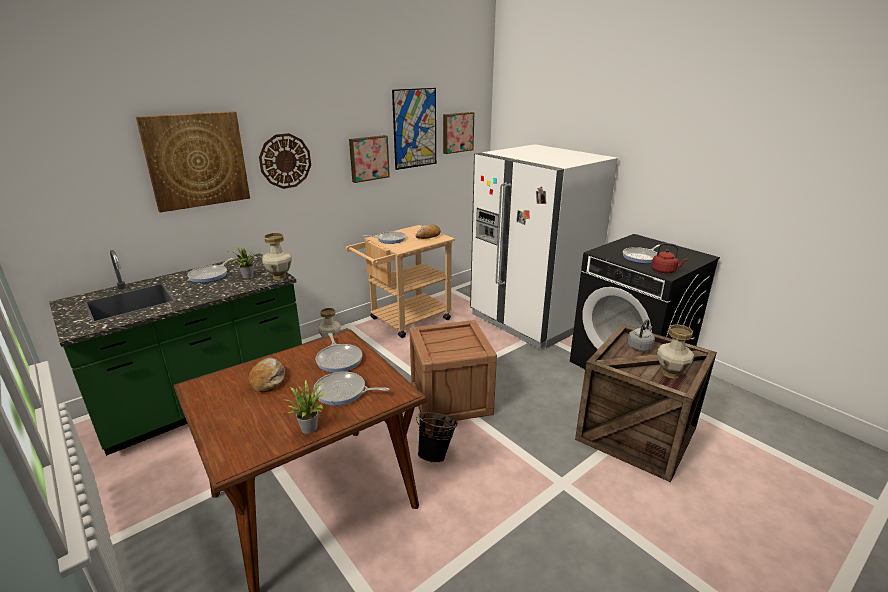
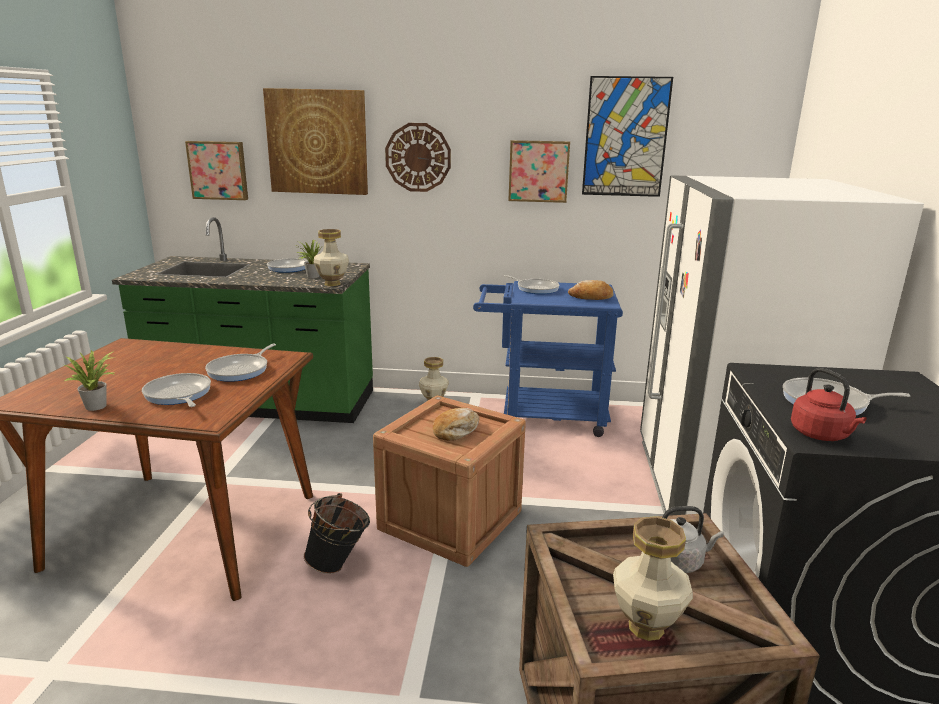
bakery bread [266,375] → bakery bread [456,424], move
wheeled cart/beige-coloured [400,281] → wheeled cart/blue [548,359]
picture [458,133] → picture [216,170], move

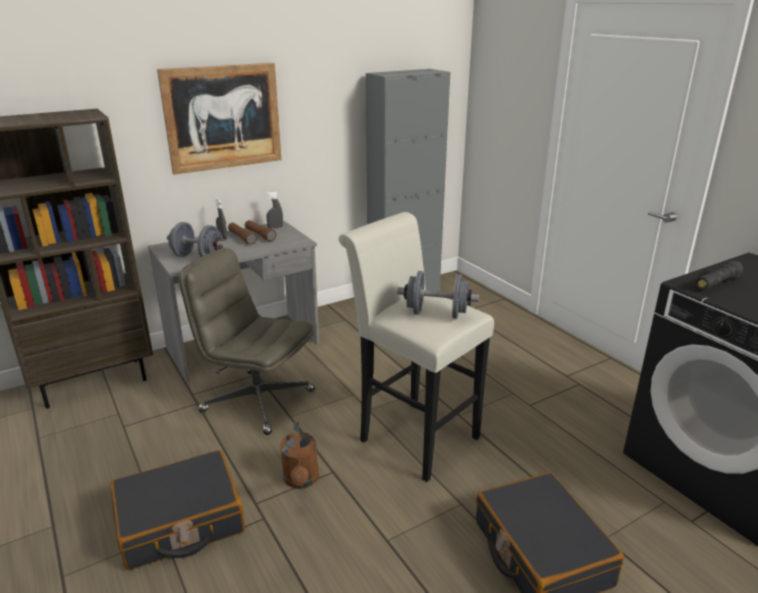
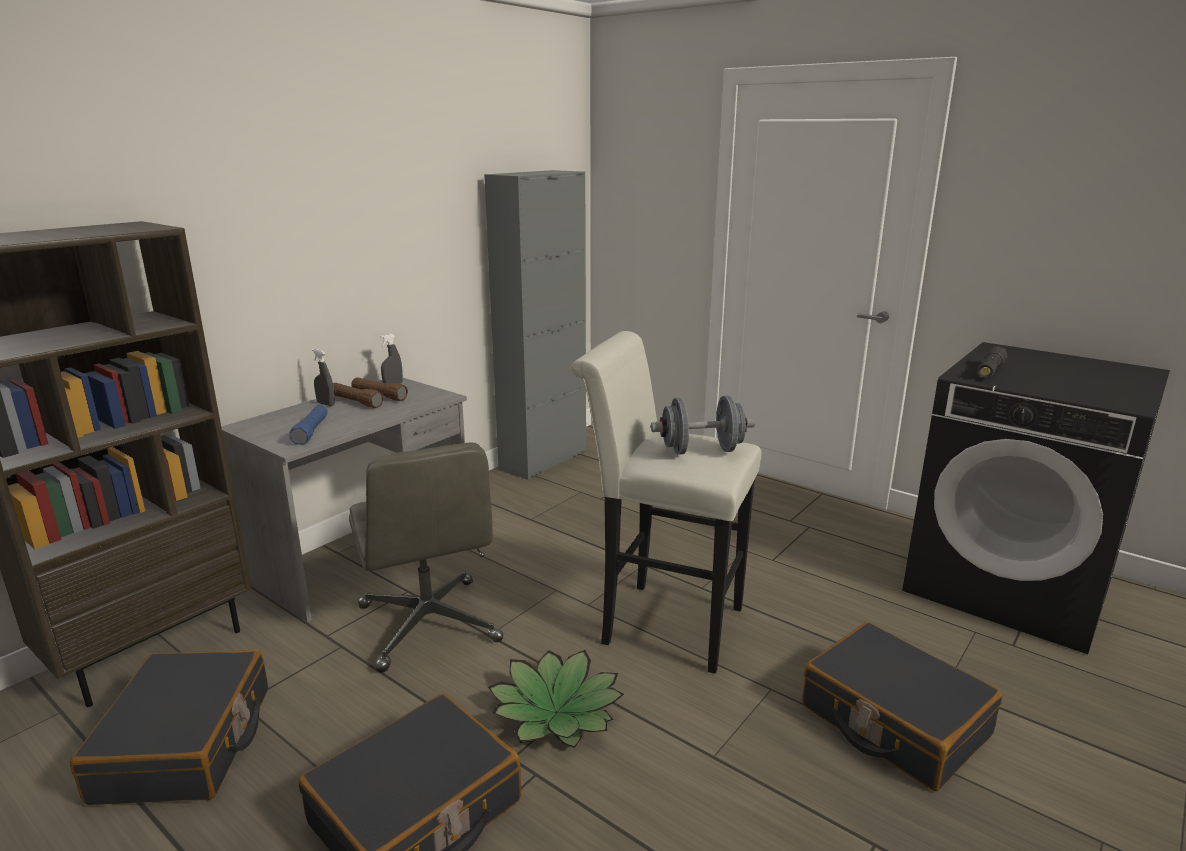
picture [219,119] → -
dumbbell/grey [196,239] → hand torch/blue [308,425]
computer chair/grey [247,341] → computer chair/grey [426,557], 120 degrees counterclockwise
sprinkling can/brown [299,455] → houseplant [556,699]
- → piece of luggage/blackish [169,727]

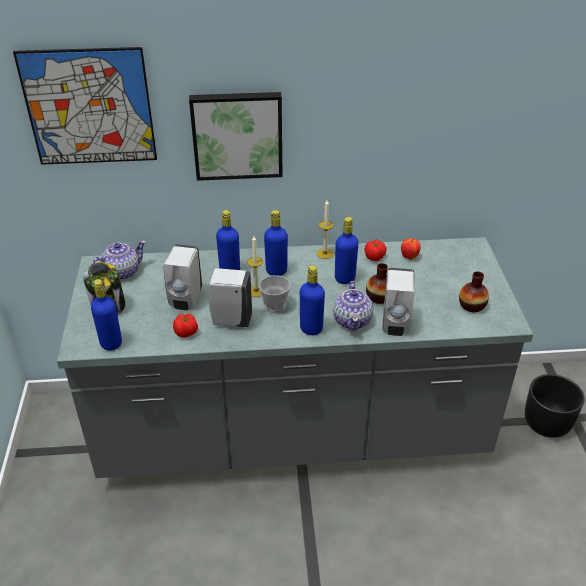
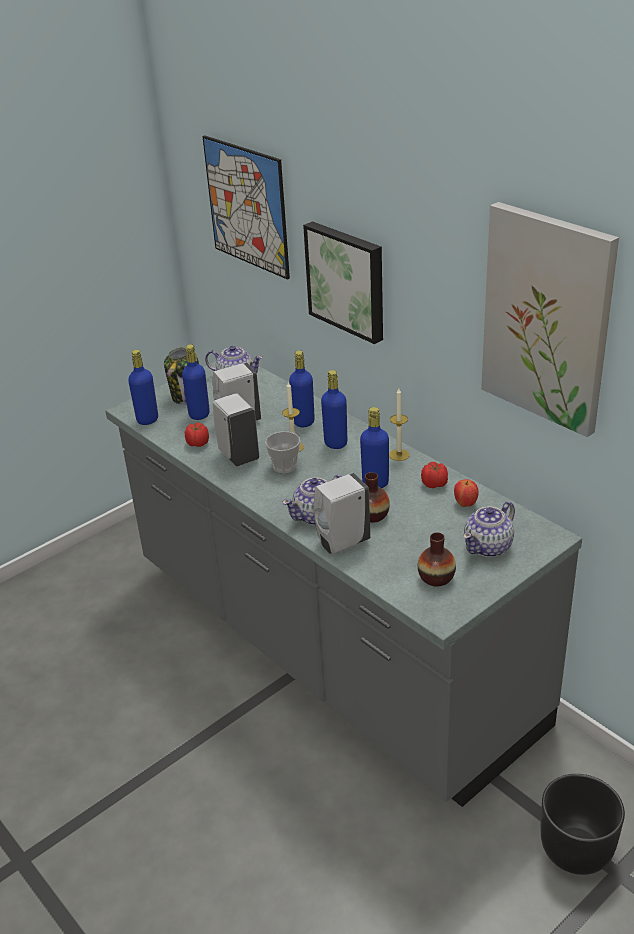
drink bottle/blue [312,300] → drink bottle/blue [196,382], move
- → pot for tea [489,529]
- → picture [550,319]

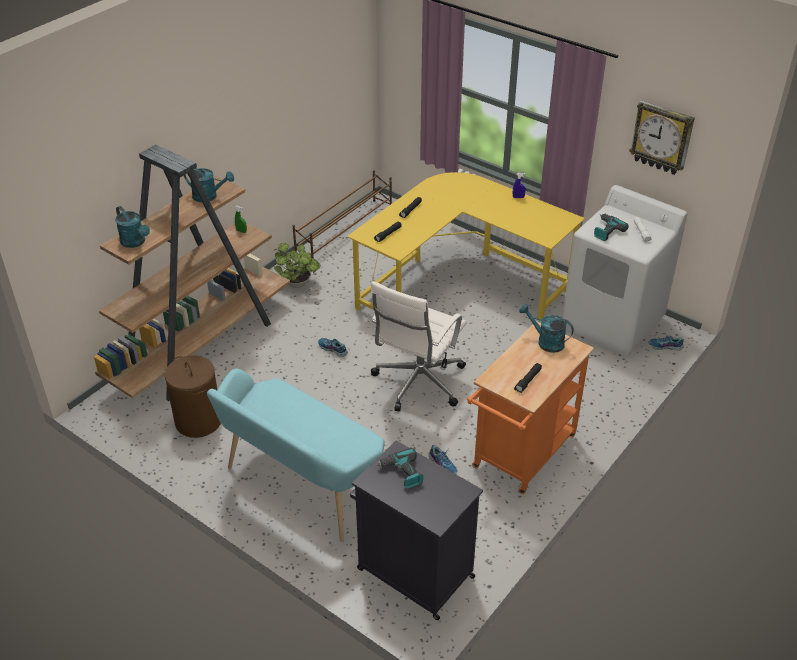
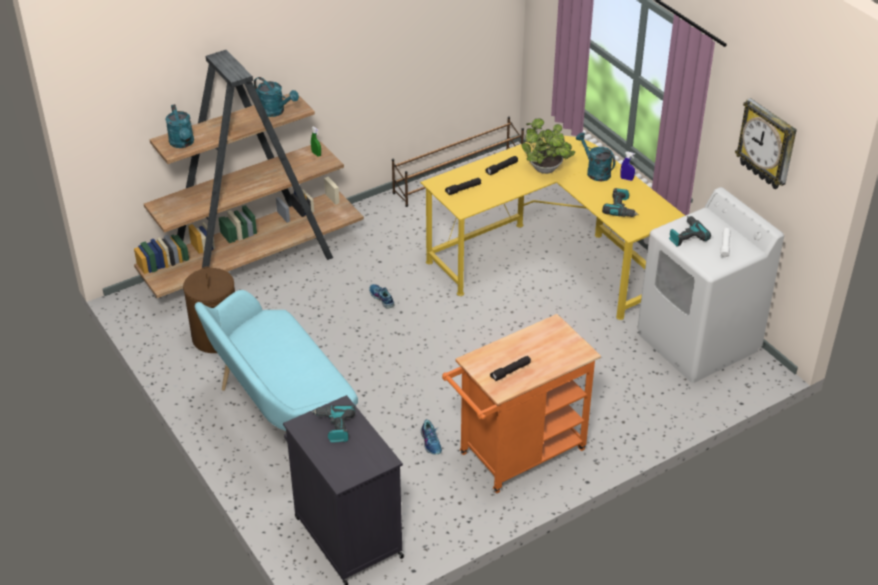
houseplant [297,265] → houseplant [548,146], move
computer chair/white [419,346] → -
sprinkling can/turquoise-coloured [546,328] → sprinkling can/turquoise-coloured [596,157], move
item of footwear [666,343] → -
- → drill [620,202]

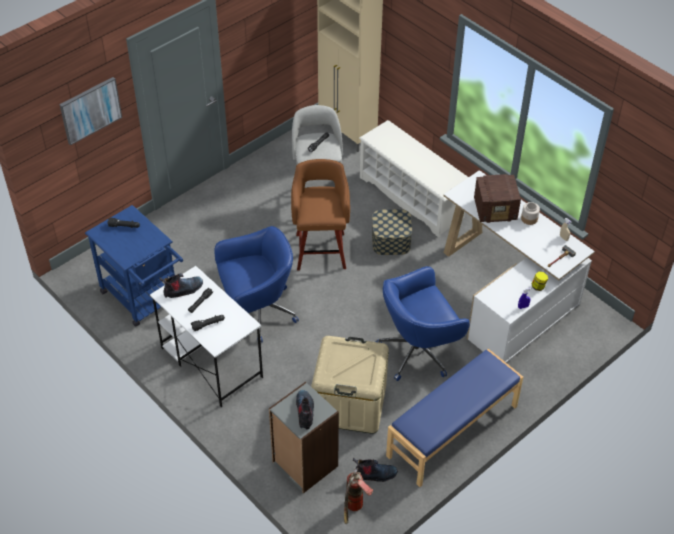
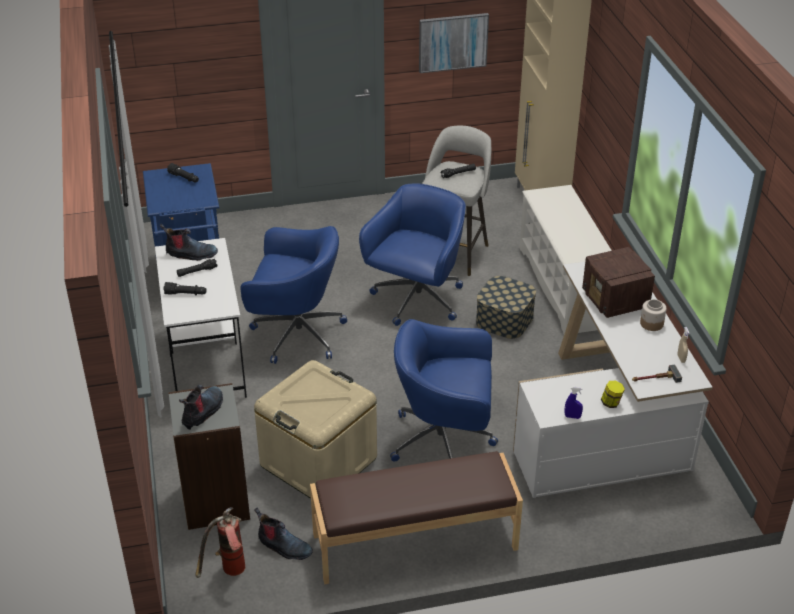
picture [91,111] → picture [454,43], move
sitting stool/brown [320,215] → computer chair/blue [412,254]
indoor bench/blue [454,418] → indoor bench/brown [416,517]
radio receiver [497,198] → radio receiver [618,282], 45 degrees clockwise

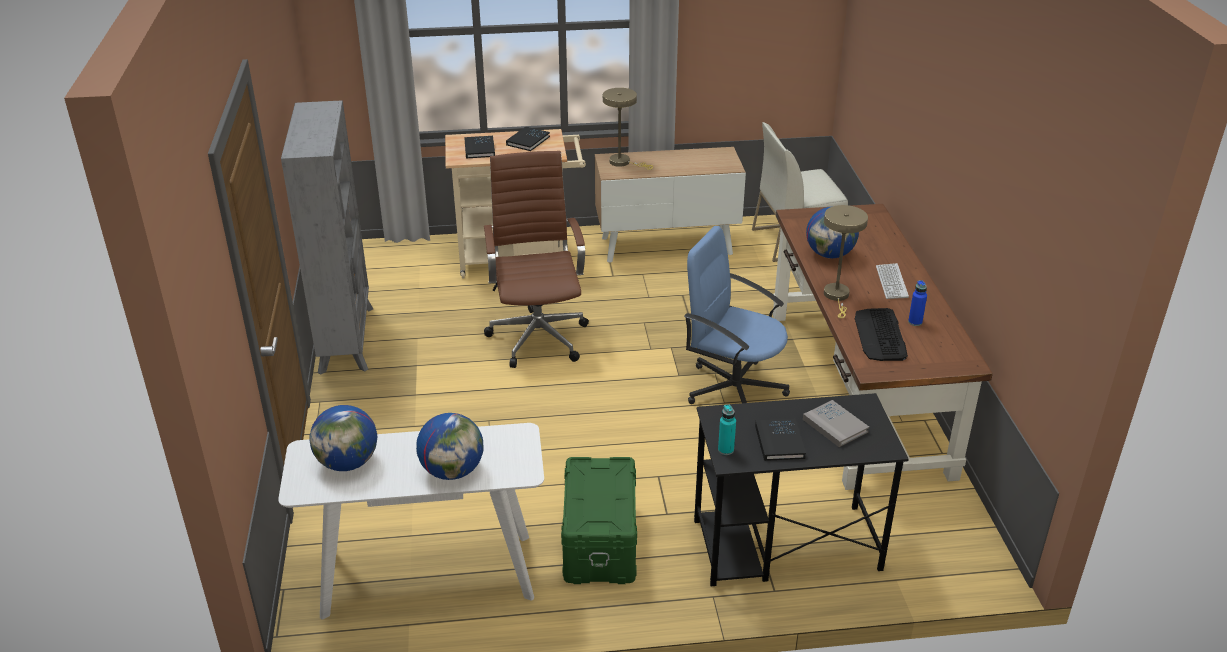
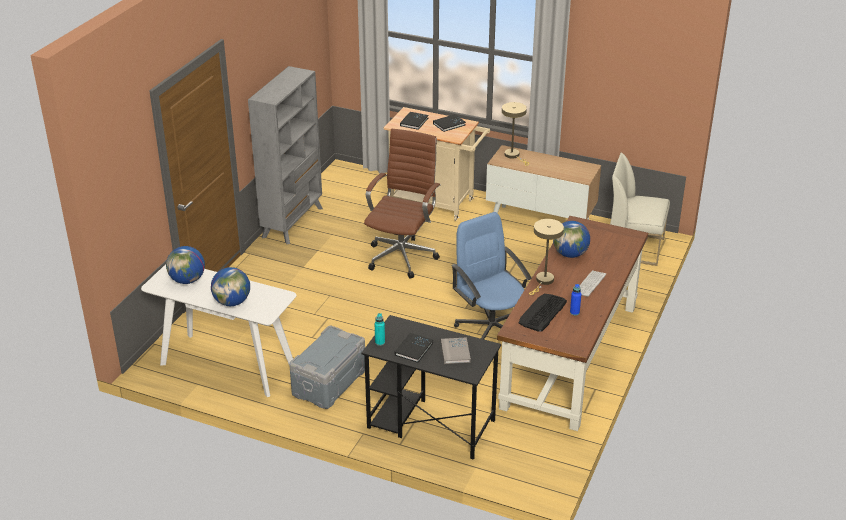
storage container/green [599,520] → storage container/grey [327,367]

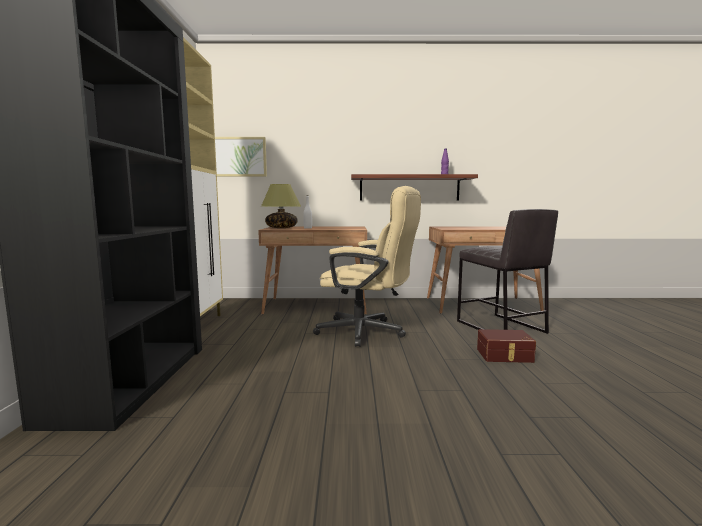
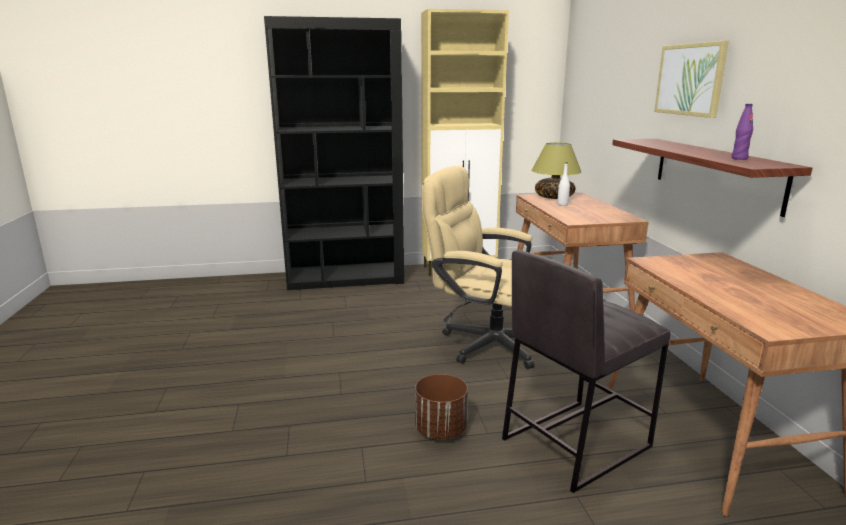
picture [241,157] → picture [691,79], move
computer chair/beige-coloured [367,266] → computer chair/beige-coloured [478,267], 105 degrees clockwise
storage container/brown [506,346] → planter/brown [441,407]

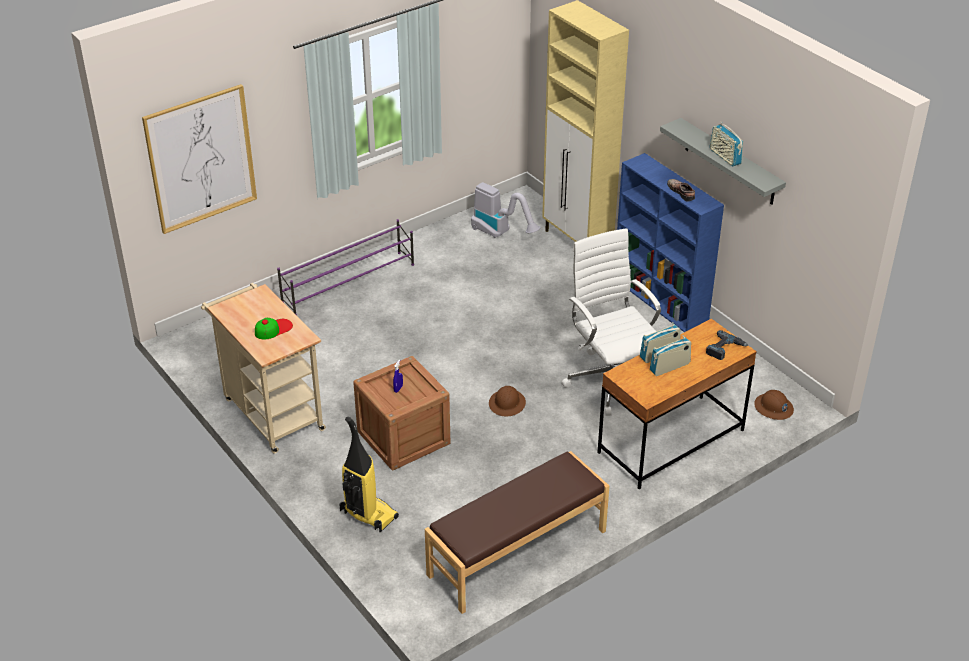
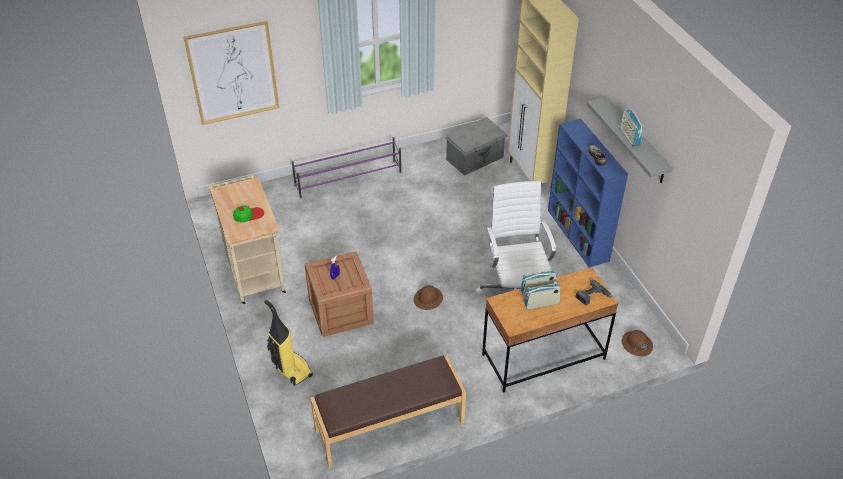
vacuum cleaner [506,210] → storage container/grey [477,146]

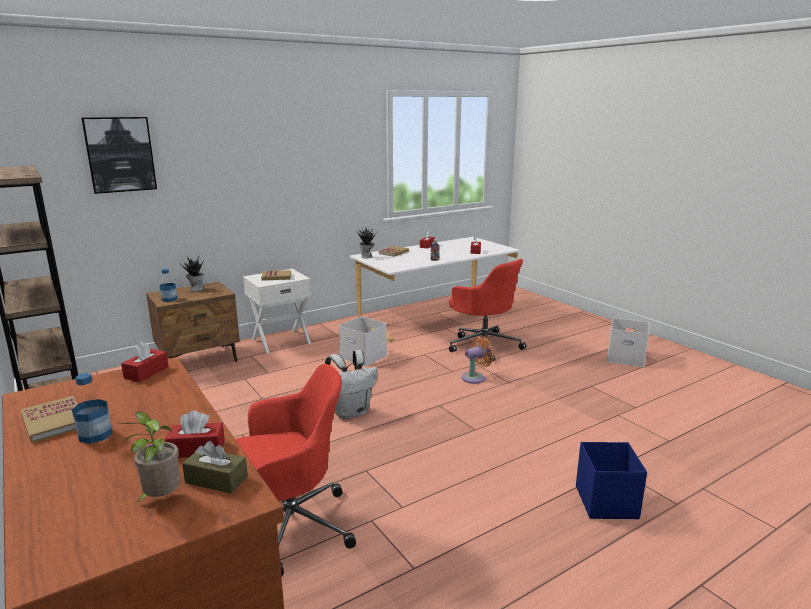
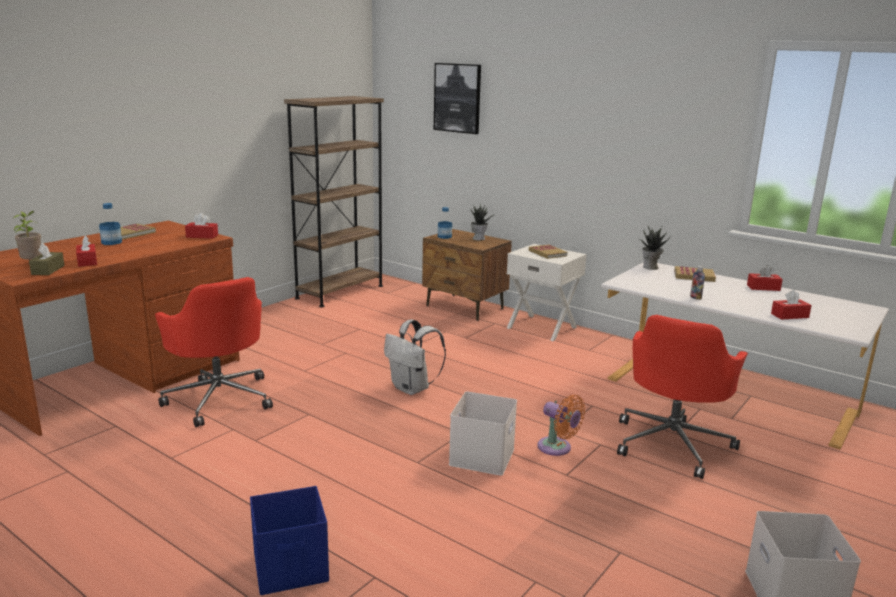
storage container/white [363,341] → storage container/white [483,433], move

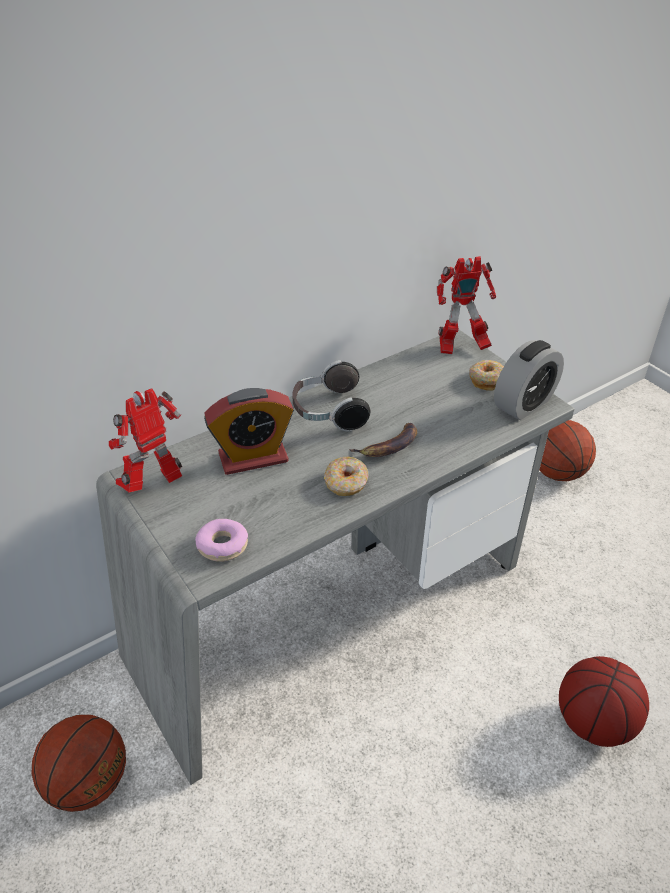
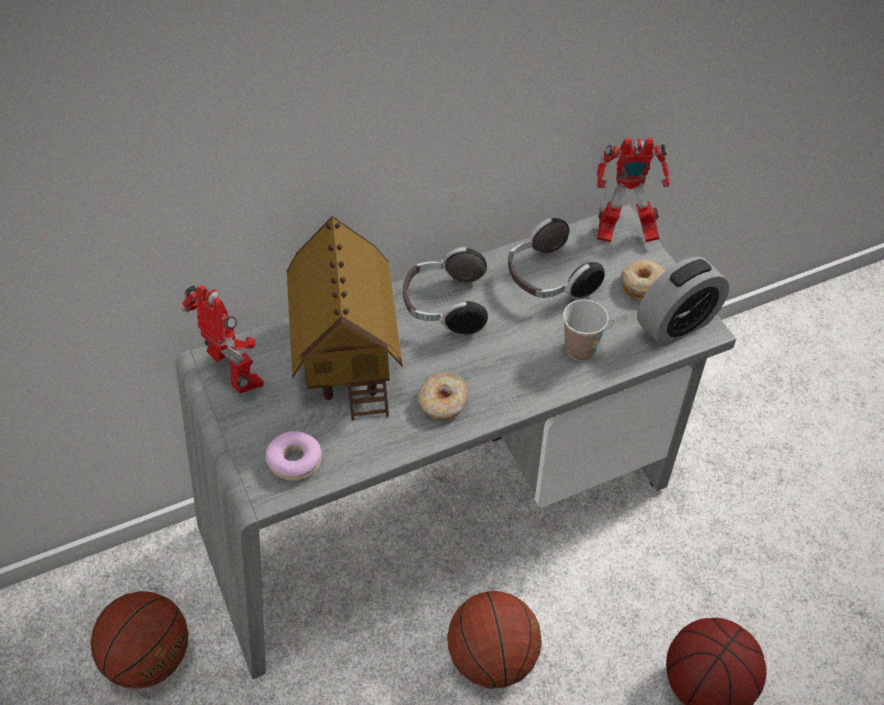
robot figure [145,440] → robot figure [222,339], 75 degrees clockwise
alarm clock [249,431] → model house [345,318]
banana fruit [383,440] → -
ball for basketball [567,450] → ball for basketball [494,639], move
- → headphones [556,258]
- → drinking cup [586,330]

